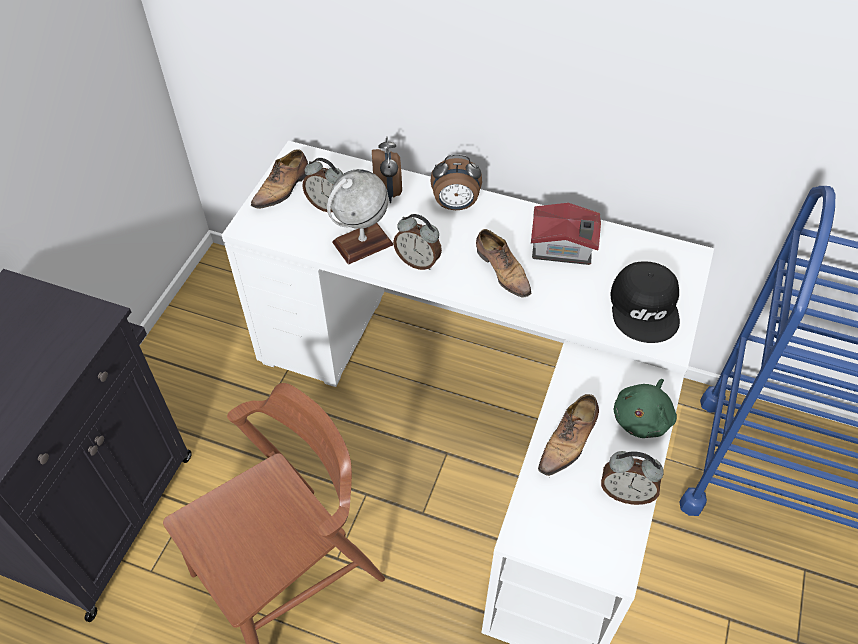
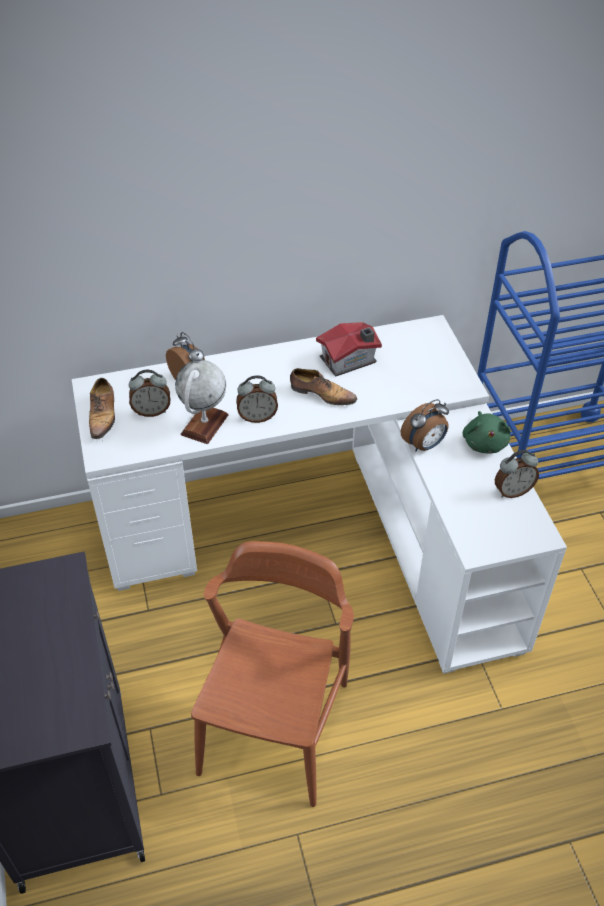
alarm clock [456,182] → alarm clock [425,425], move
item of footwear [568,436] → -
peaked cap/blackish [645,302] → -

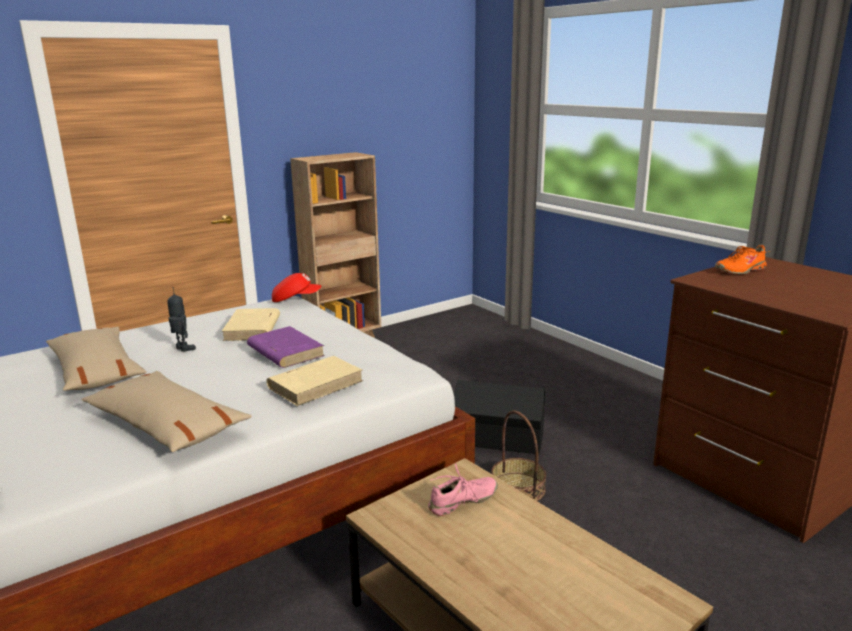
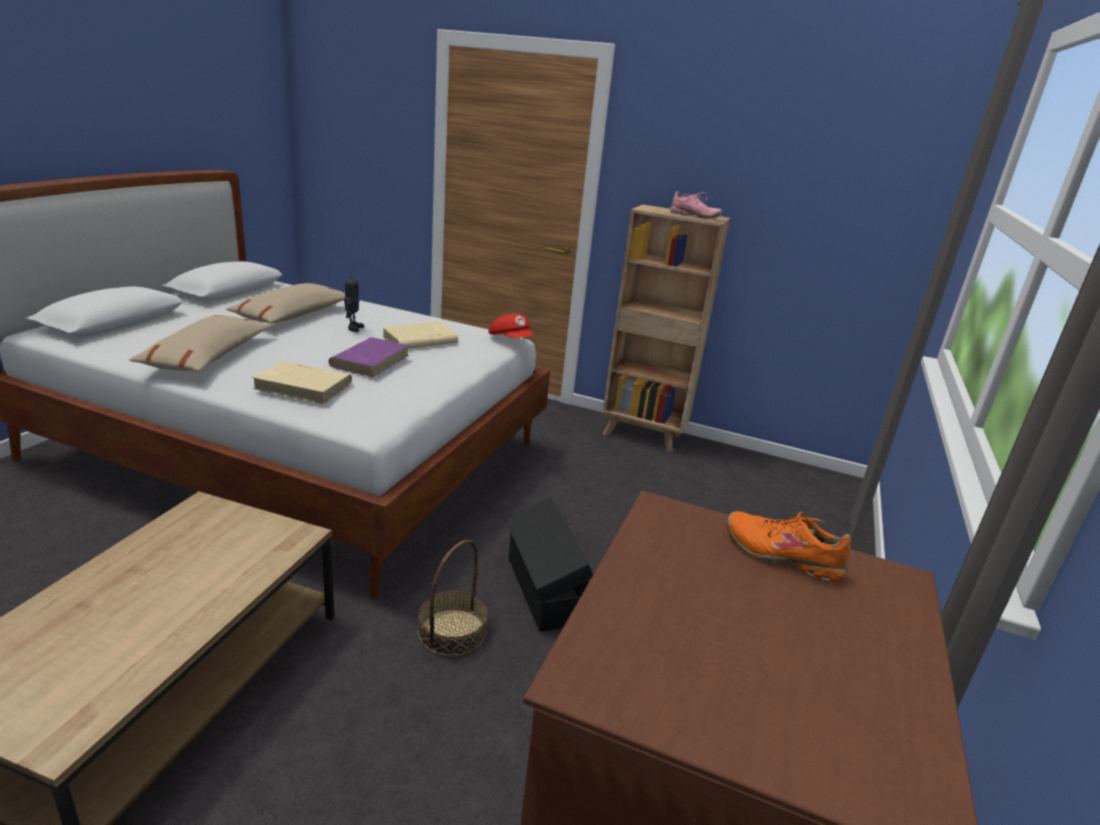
item of footwear/pink [463,490] → item of footwear/pink [696,205], move

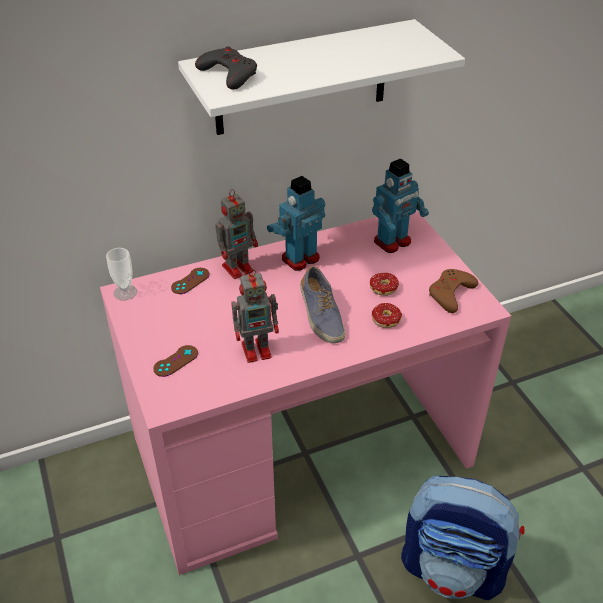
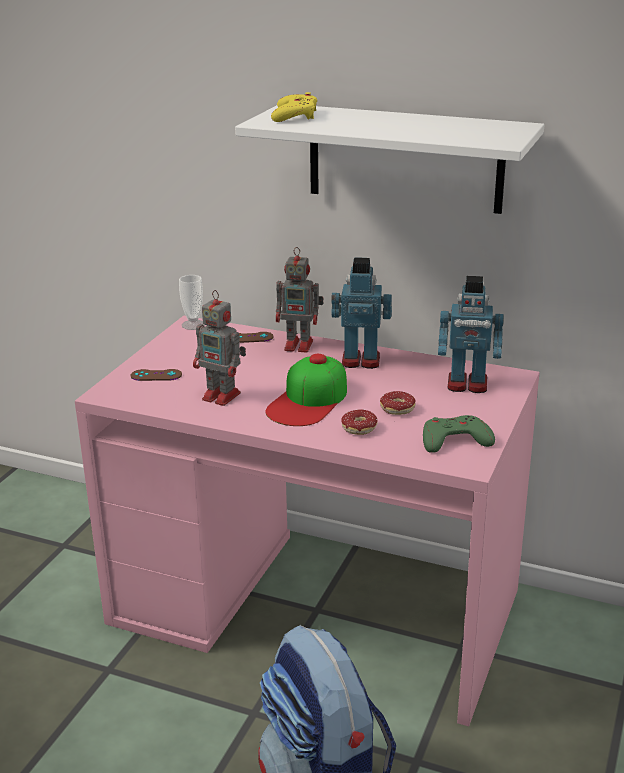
game controller/grey [226,68] → game controller/yellowish [294,107]
item of footwear [323,304] → peaked cap [306,390]
game controller/brown [453,291] → game controller/green [459,434]

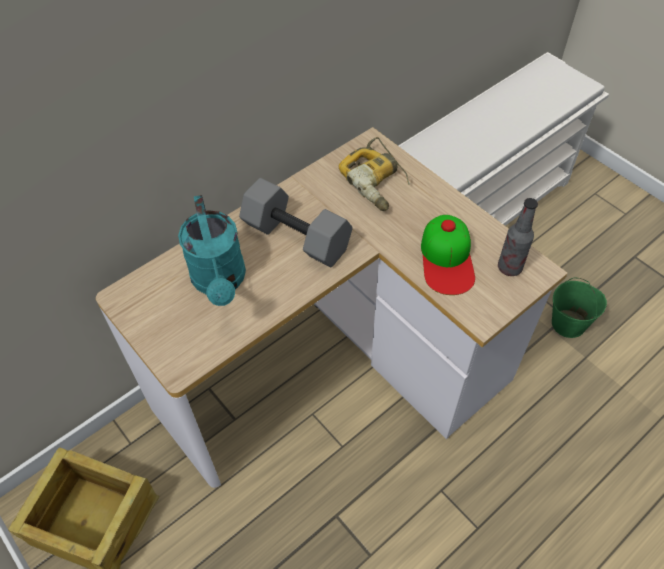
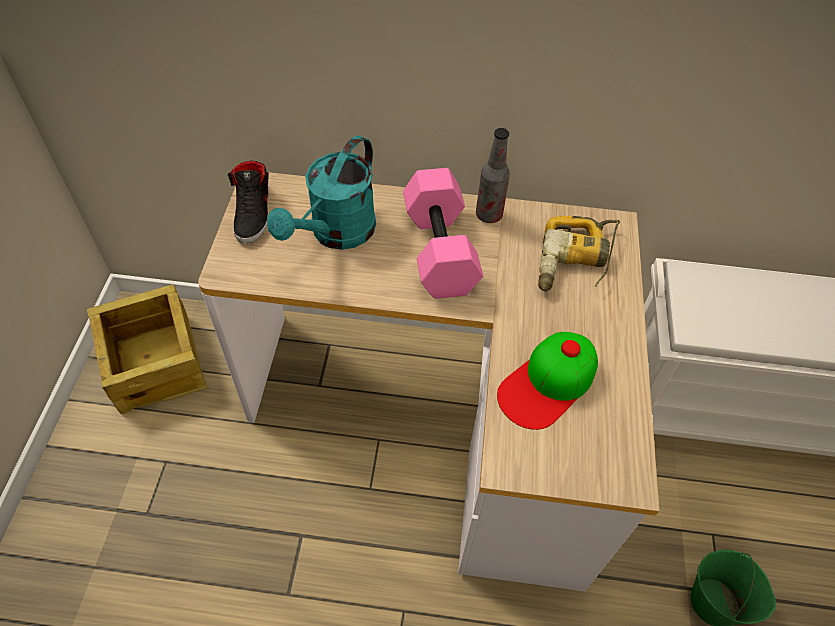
dumbbell/grey [296,222] → dumbbell/pink [443,233]
drink bottle [518,237] → drink bottle [493,175], move
- → item of footwear/blackish [248,201]

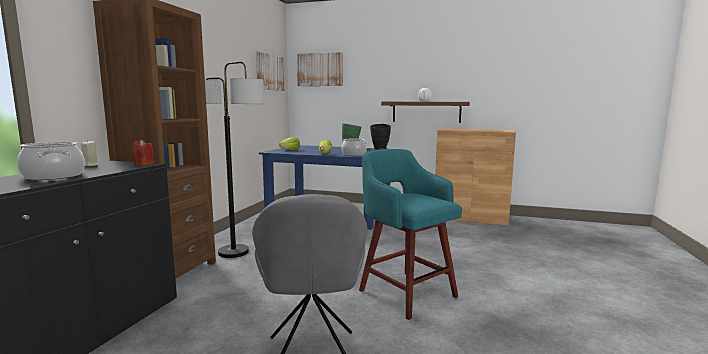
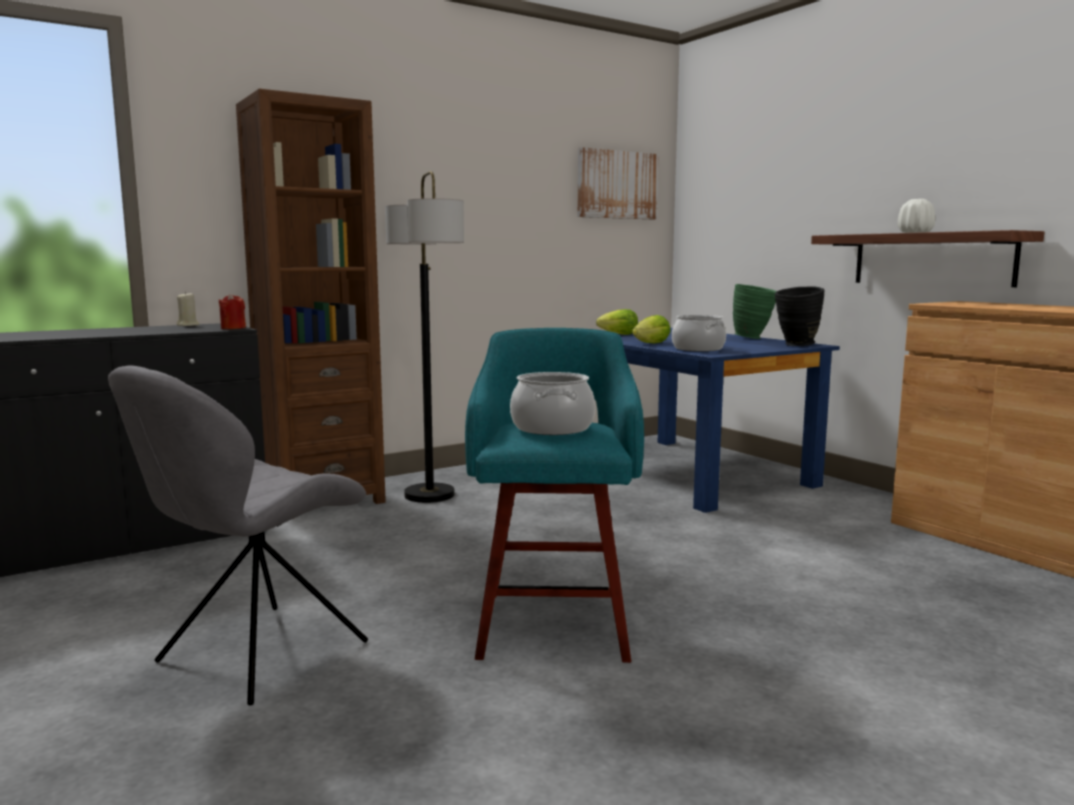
saucepot [51,161] → saucepot [552,403], move
picture [320,69] → -

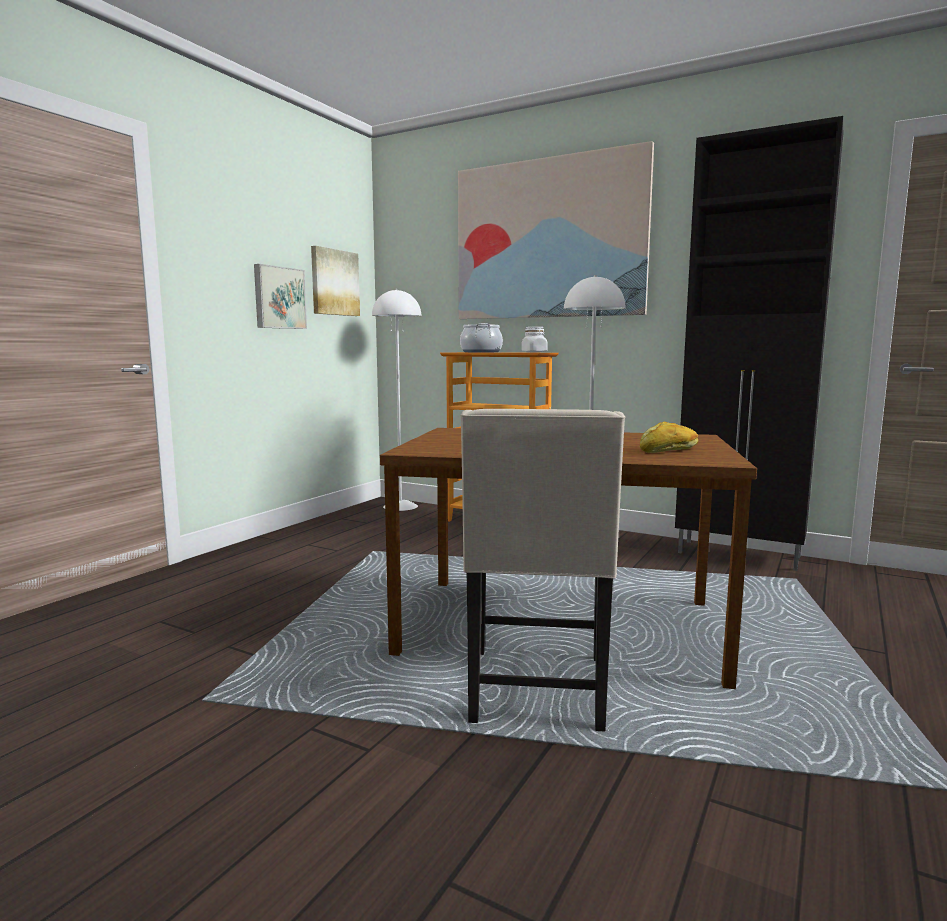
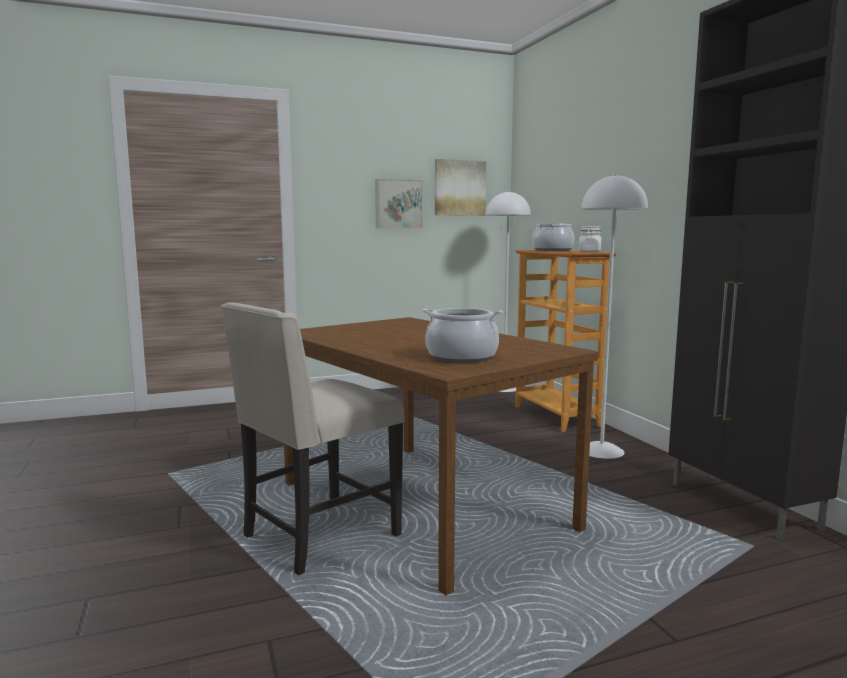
picture [556,230] → -
bakery bread [669,437] → saucepot [462,335]

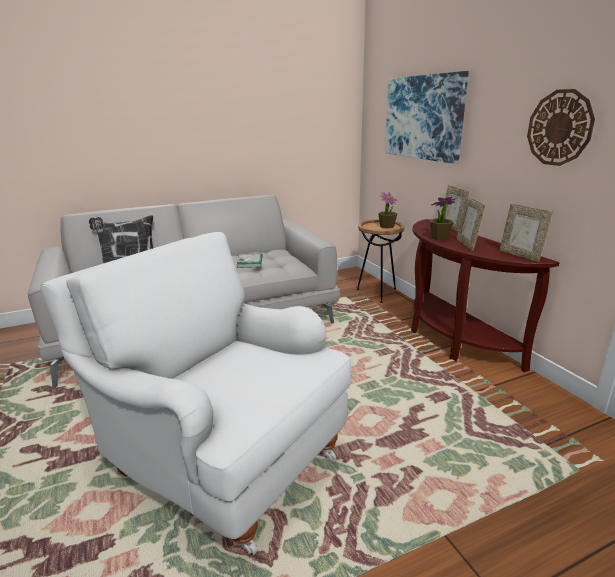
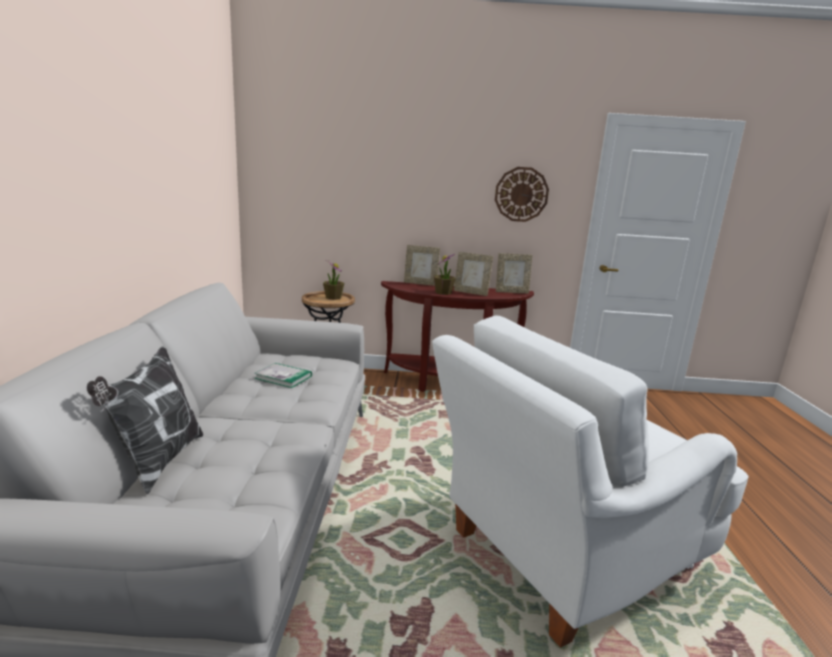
picture [427,117] → -

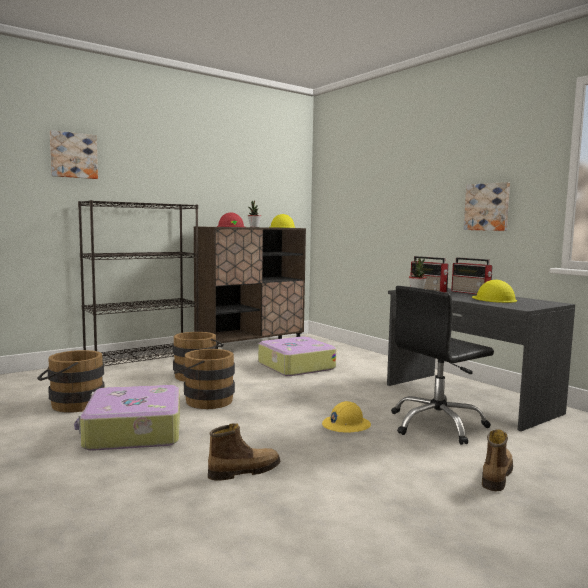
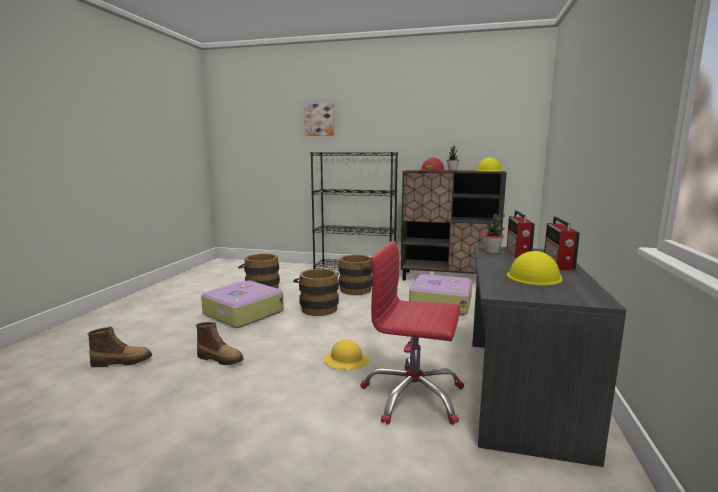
computer chair/blackish [442,365] → computer chair/red-coloured [412,333]
picture [487,206] → -
boot [497,460] → boot [120,347], move

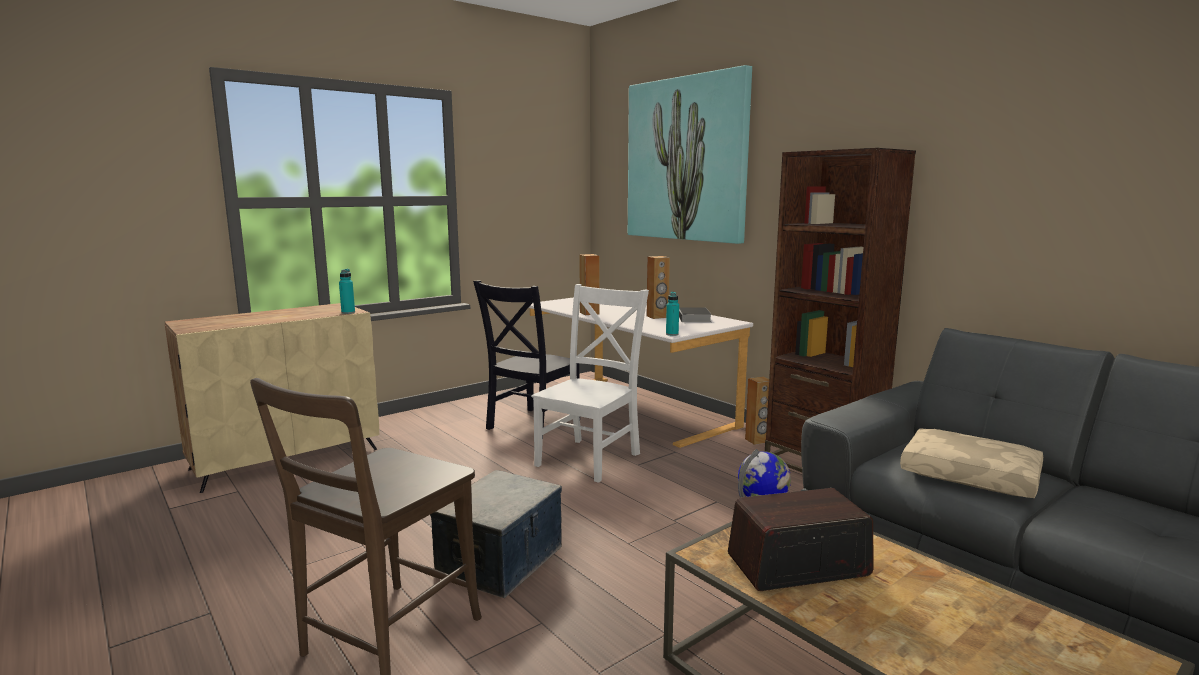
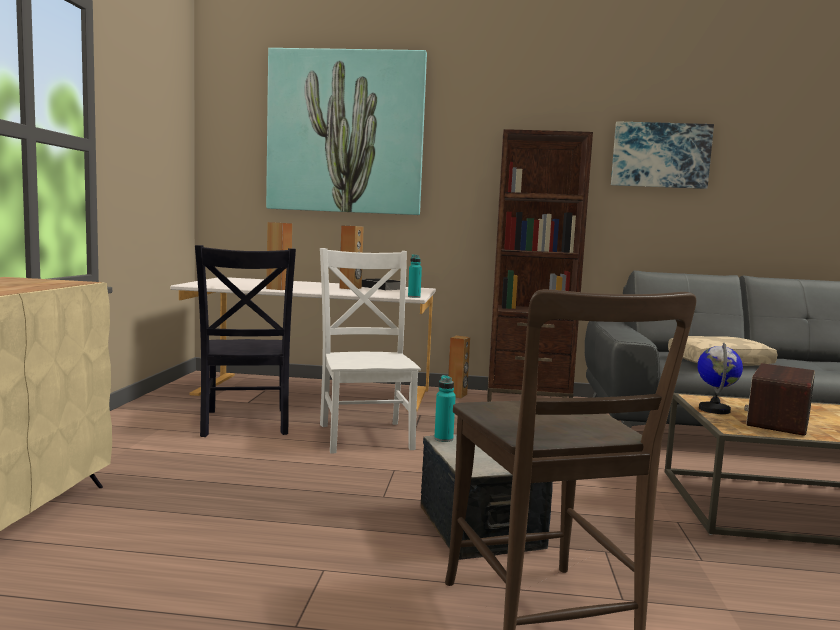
drink bottle/turquoise-coloured [347,291] → drink bottle/turquoise-coloured [445,408], move
- → picture [662,155]

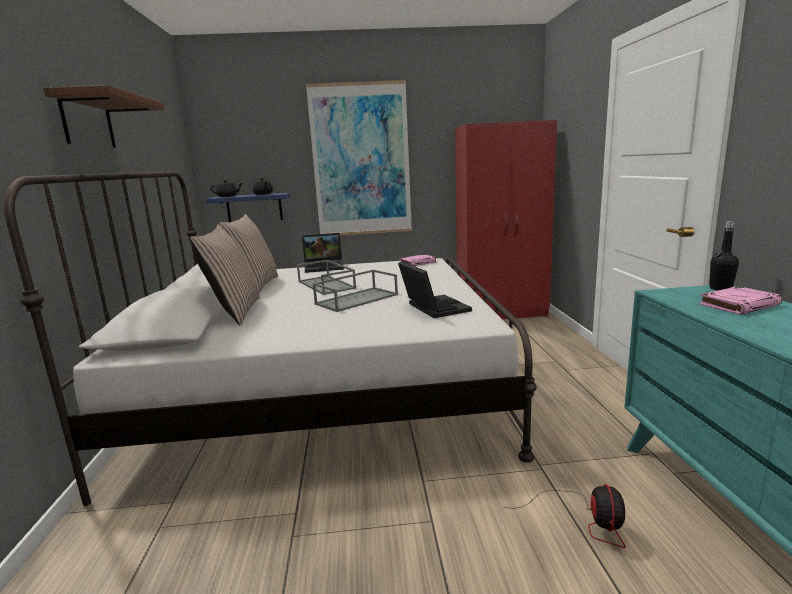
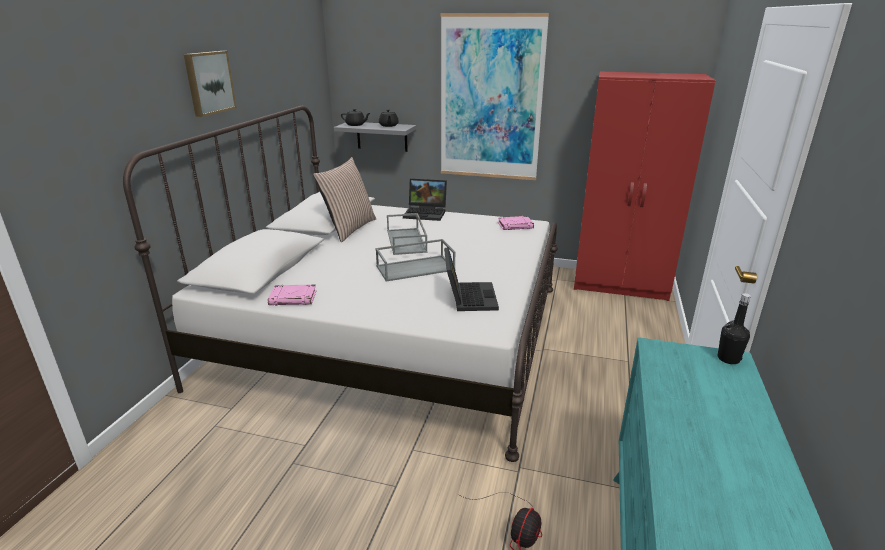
shelf/brown [104,116] → picture [210,84]
pillow [224,274] → -
shelf/blue [248,207] → shelf/grey [375,137]
volume/pink [740,300] → volume/pink [292,295], move

